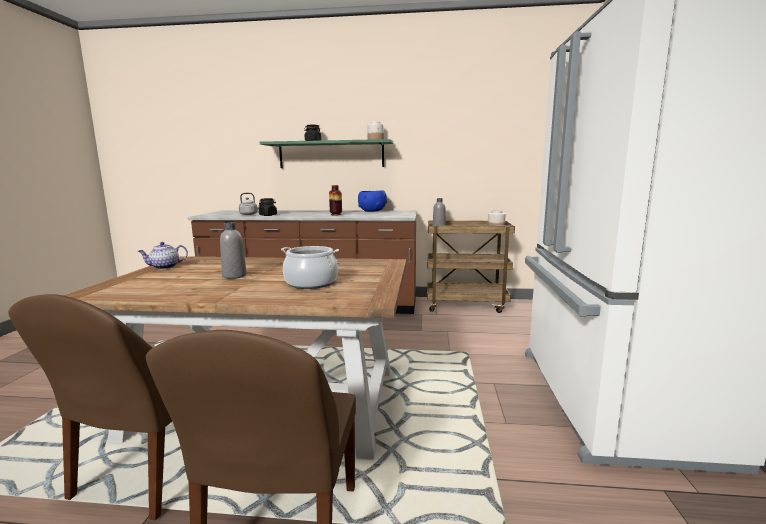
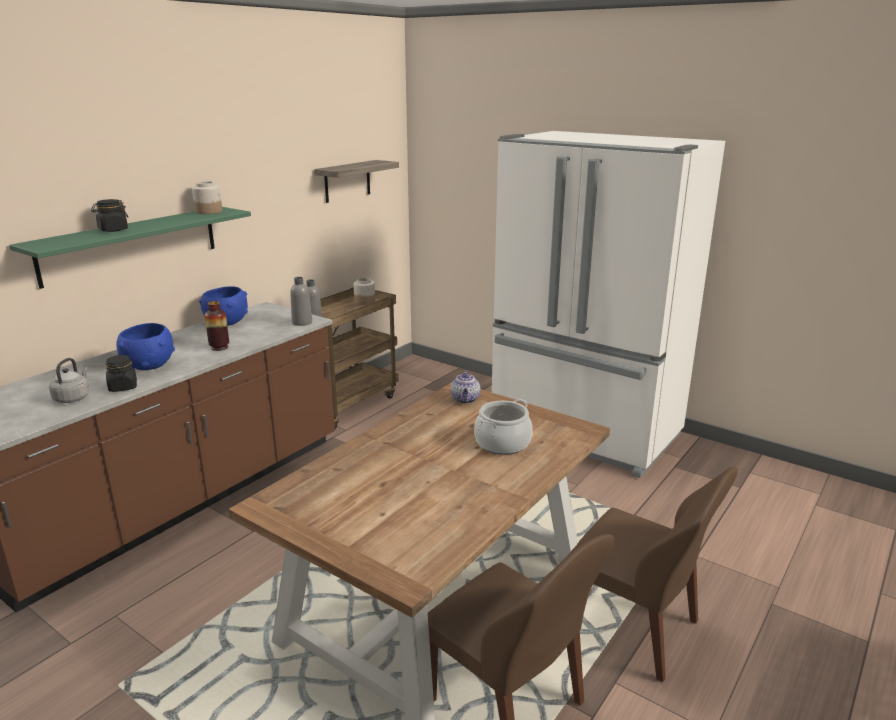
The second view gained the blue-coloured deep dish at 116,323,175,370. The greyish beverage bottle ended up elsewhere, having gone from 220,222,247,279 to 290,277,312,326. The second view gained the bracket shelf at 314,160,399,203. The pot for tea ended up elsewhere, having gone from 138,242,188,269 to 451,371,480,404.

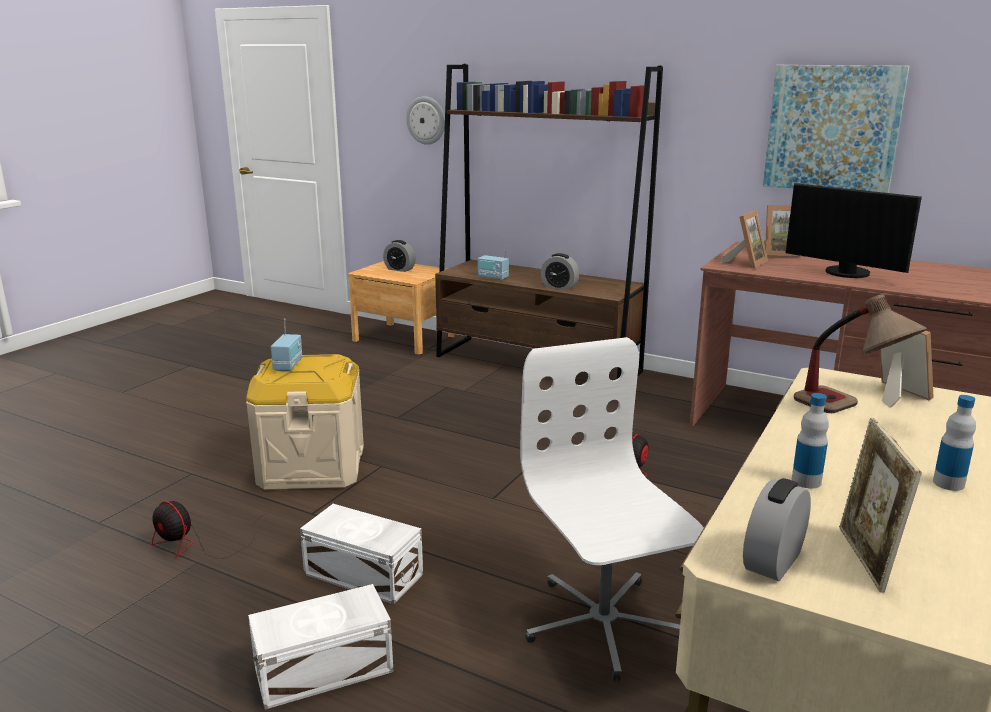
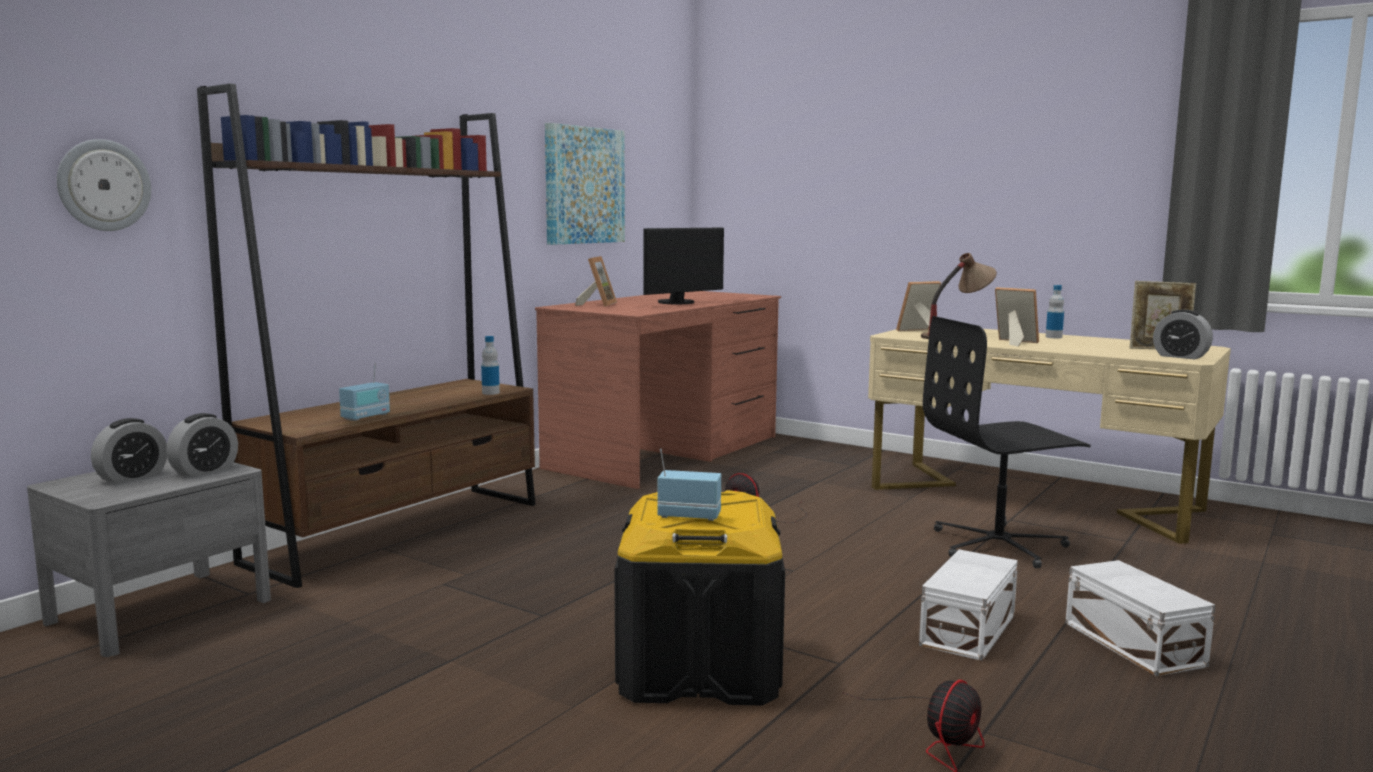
What was the brown night table at 348,261,454,355 turned into the greyish night table at 27,457,271,657. The table clock ended up elsewhere, having gone from 541,253,579,290 to 166,413,238,477. The beverage bottle ended up elsewhere, having gone from 792,393,829,489 to 481,336,500,395. What was the beige-coloured storage bin at 246,354,364,490 turned into the black-coloured storage bin at 614,490,785,706. What was the white computer chair at 520,337,704,681 turned into the black-coloured computer chair at 923,316,1091,568. The standing frame ended up elsewhere, having gone from 721,210,768,269 to 995,287,1039,346.

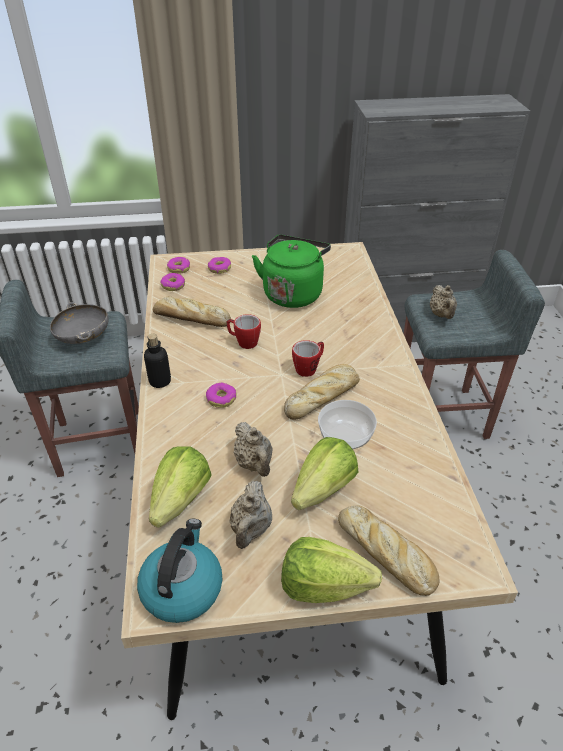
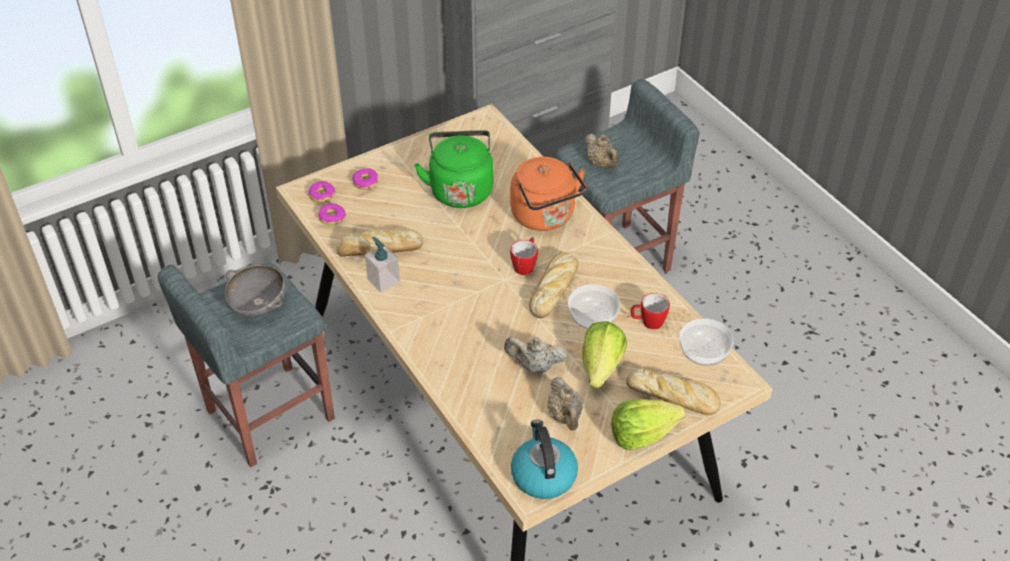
The second view gained the soap dispenser at 365,237,400,293. The beige-coloured pot for tea at 234,422,273,477 ended up facing another way, 150 degrees clockwise from before. The second view gained the orange-coloured kettle at 510,157,587,231. The coffee mug ended up elsewhere, having gone from 227,314,261,349 to 631,293,670,329. The second view gained the deep dish at 680,318,734,366. The second view lost the beverage bottle at 144,334,171,388. The second view lost the lettuce at 149,446,212,528. The second view lost the donut at 206,383,236,408.

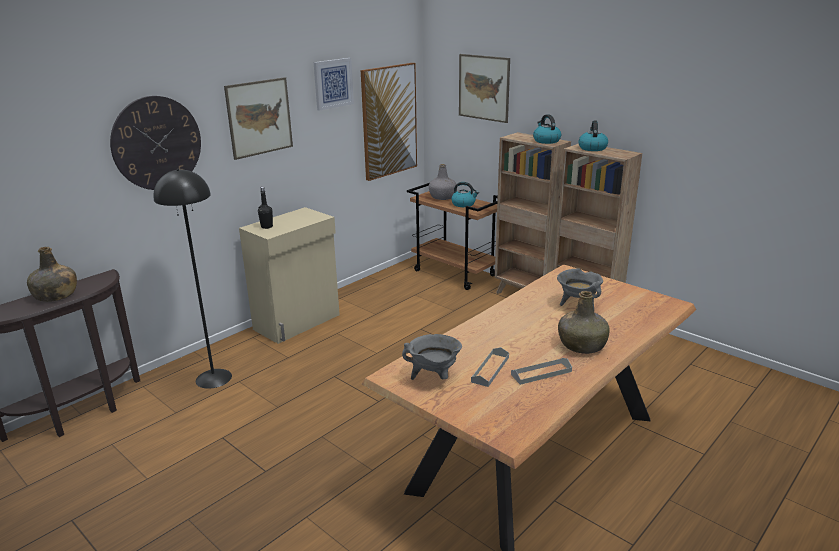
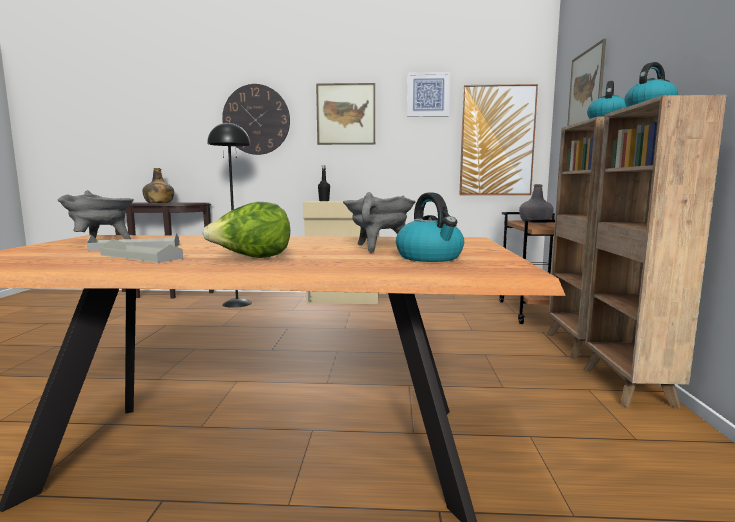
Where the green-coloured beverage bottle stood at 558,291,610,354, the lettuce came to stand at 202,202,290,258. The kettle ended up elsewhere, having gone from 451,182,479,207 to 396,193,464,262.

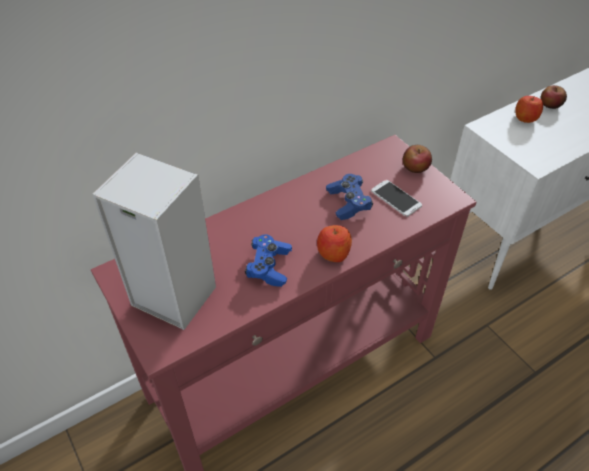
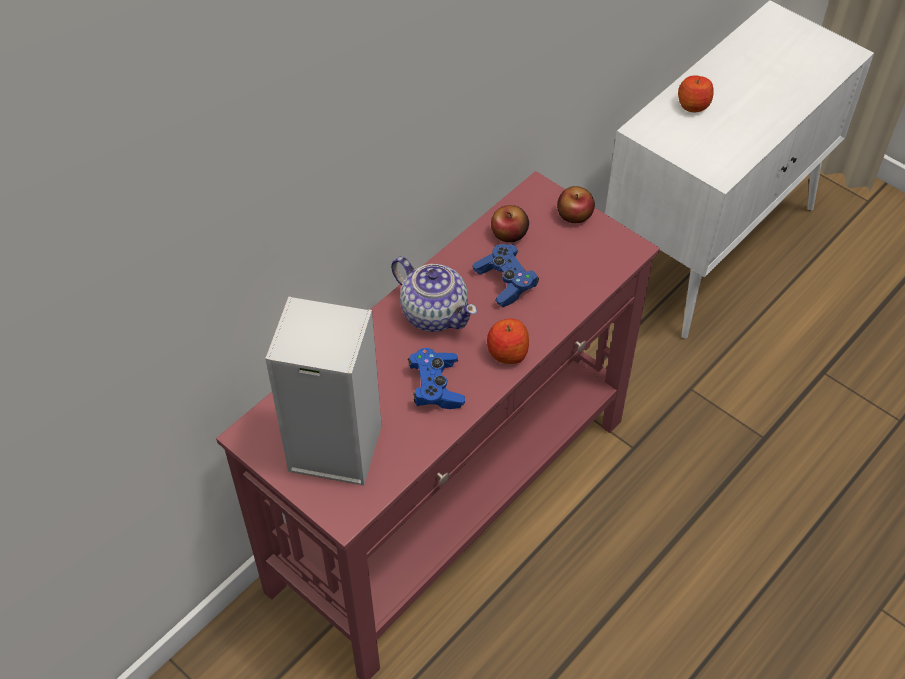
The second view gained the pot for tea at 391,257,477,332. The whole apple ended up elsewhere, having gone from 541,85,567,109 to 491,205,529,242. The second view lost the phone at 371,180,422,217.

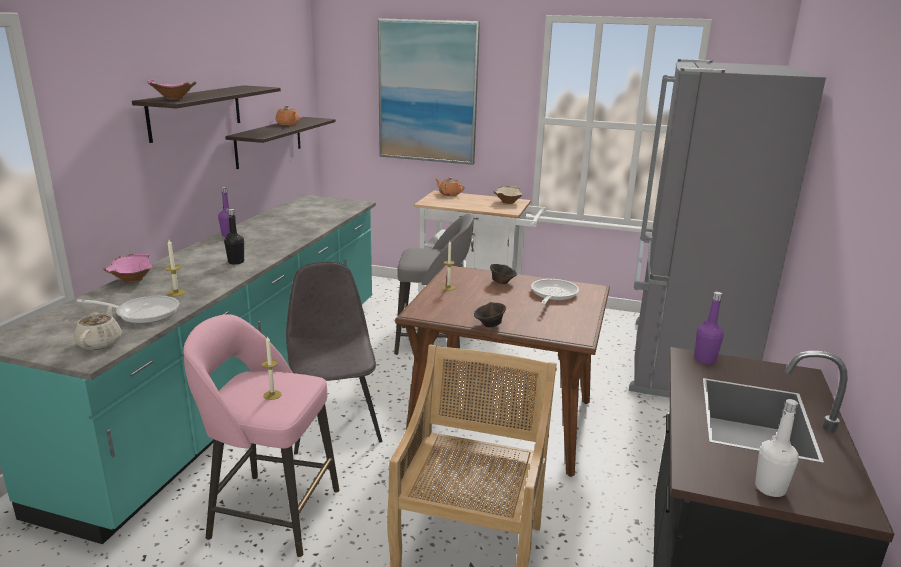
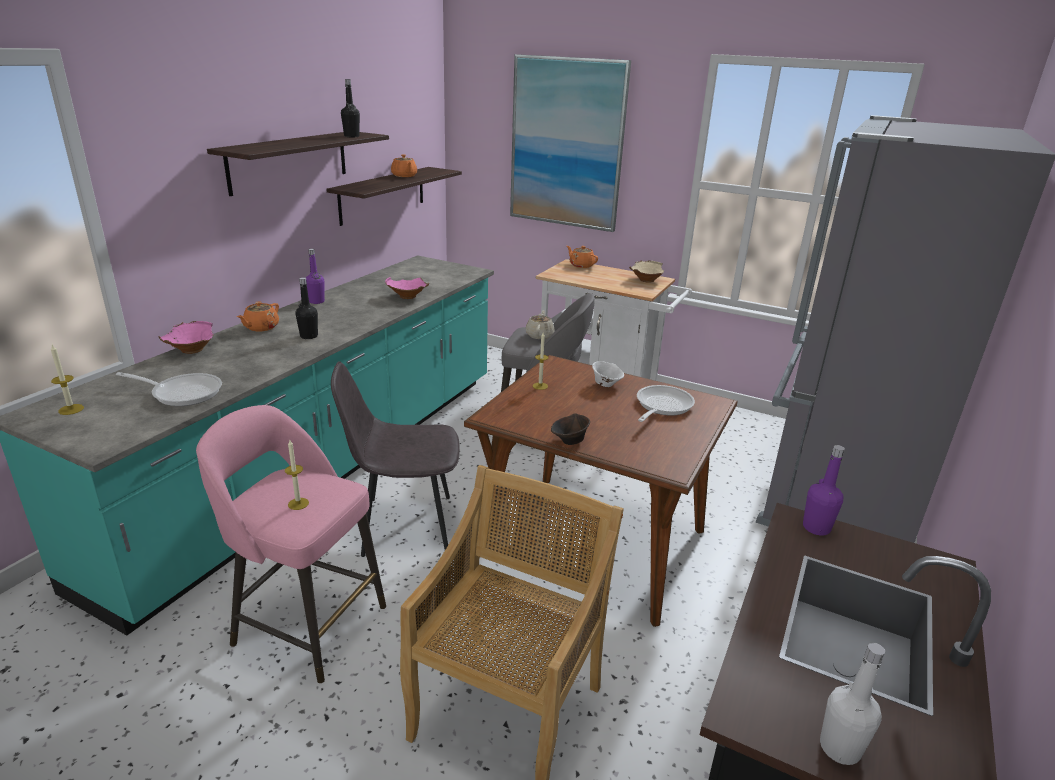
The wax light ended up elsewhere, having gone from 165,240,186,297 to 51,345,84,415. The second view gained the orange-coloured pot for tea at 237,301,279,332. The greyish upright chair at 286,262,382,455 ended up facing another way, 90 degrees counterclockwise from before. The second view gained the black-coloured beverage bottle at 341,79,360,137. The pinkish deep dish ended up elsewhere, having gone from 147,79,196,100 to 385,277,429,299. The beige-coloured pot for tea ended up elsewhere, having gone from 74,305,122,350 to 526,310,555,339. What was the brown deep dish at 490,264,517,284 turned into the white deep dish at 592,361,624,387.

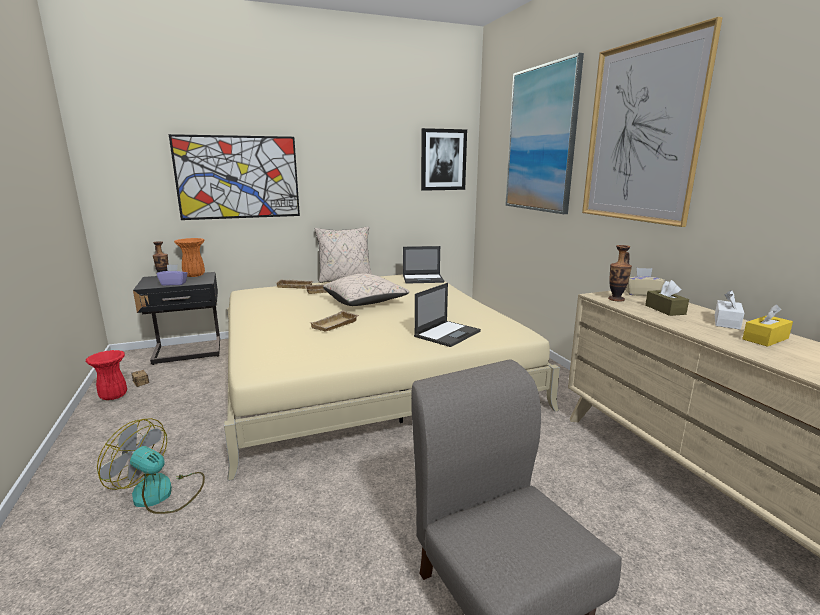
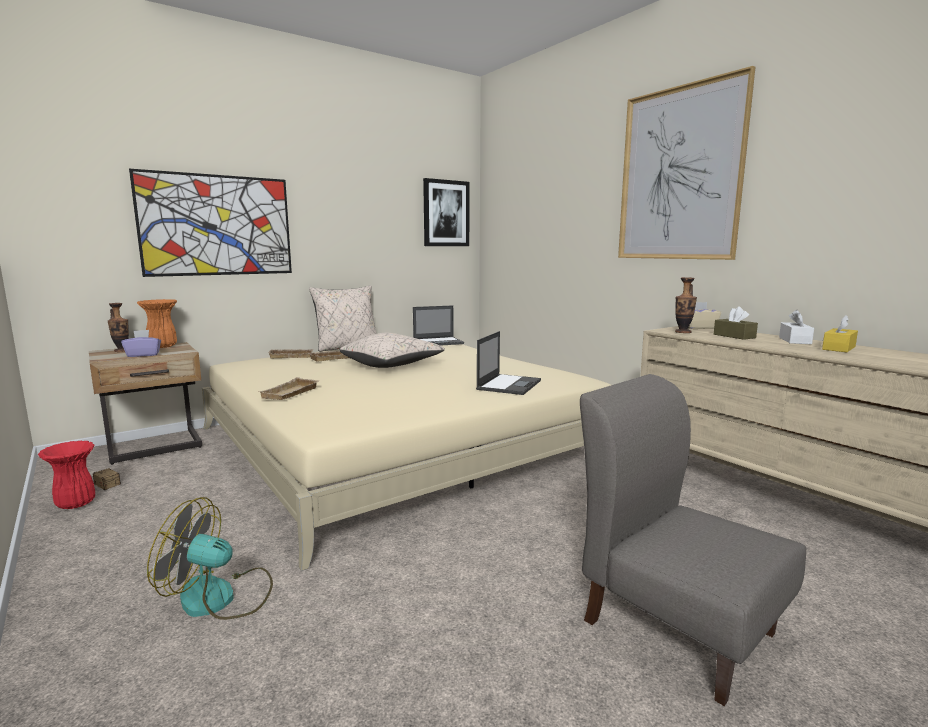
What was the black-coloured night table at 133,272,220,365 turned into the beige-coloured night table at 89,342,202,465. The beige-coloured serving tray ended up elsewhere, having gone from 311,310,359,332 to 259,377,319,400. The second view lost the wall picture at 505,53,584,214.

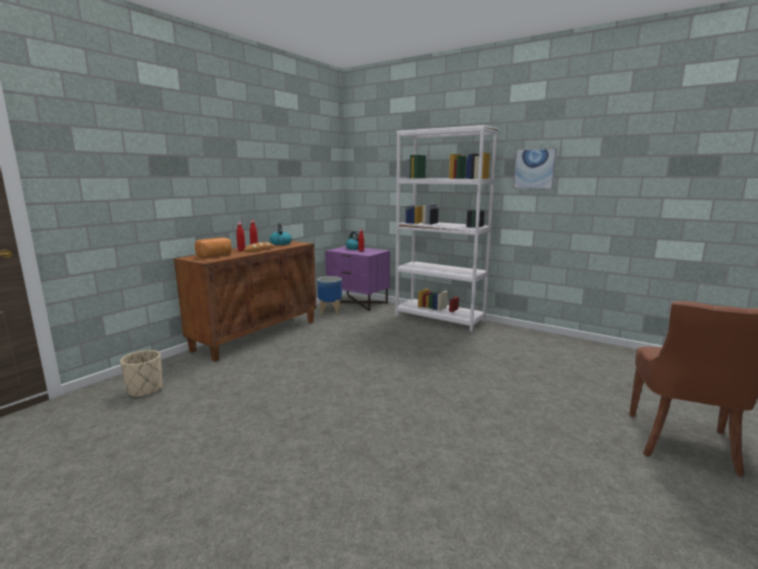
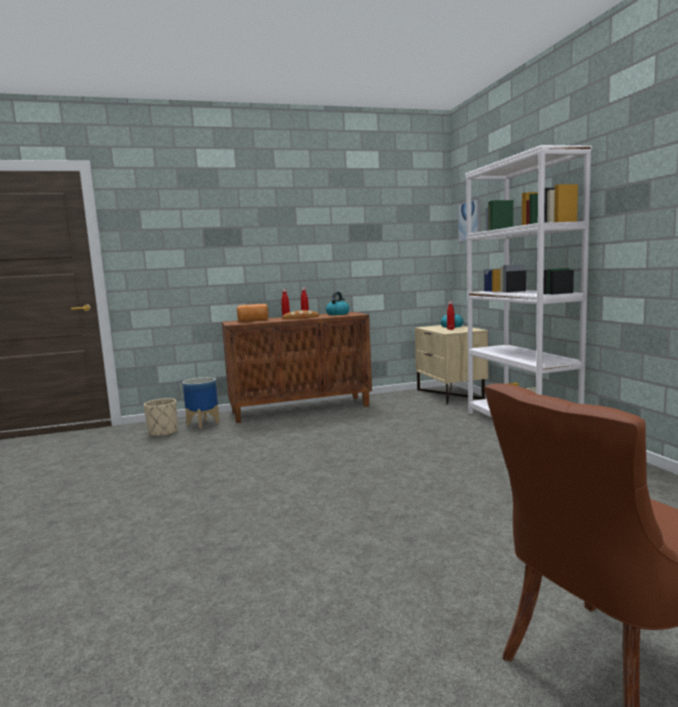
The planter ended up elsewhere, having gone from 317,276,342,314 to 183,377,220,429. What was the purple-coloured night table at 325,246,390,311 turned into the beige-coloured night table at 415,325,488,405. The wall picture ended up elsewhere, having gone from 513,148,557,190 to 458,198,481,243.

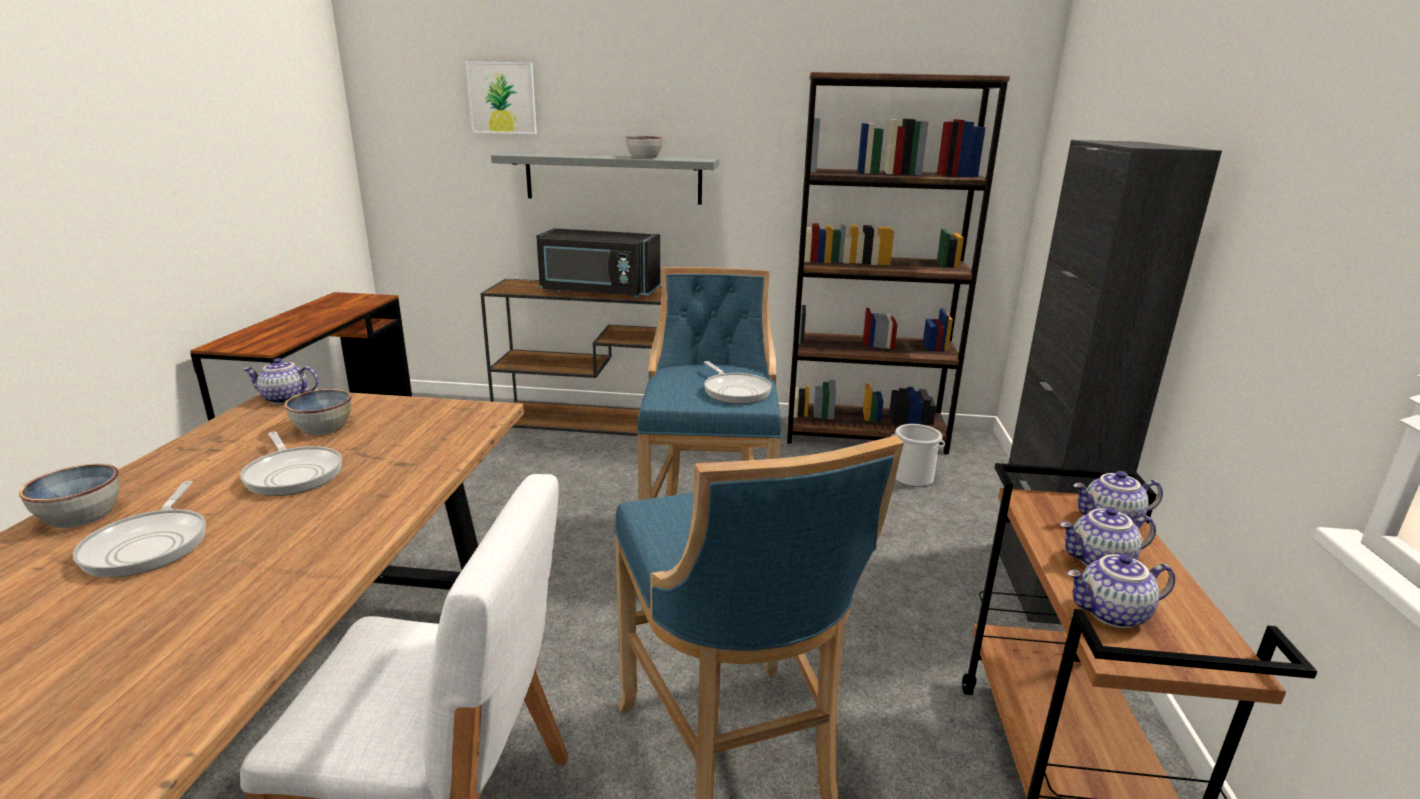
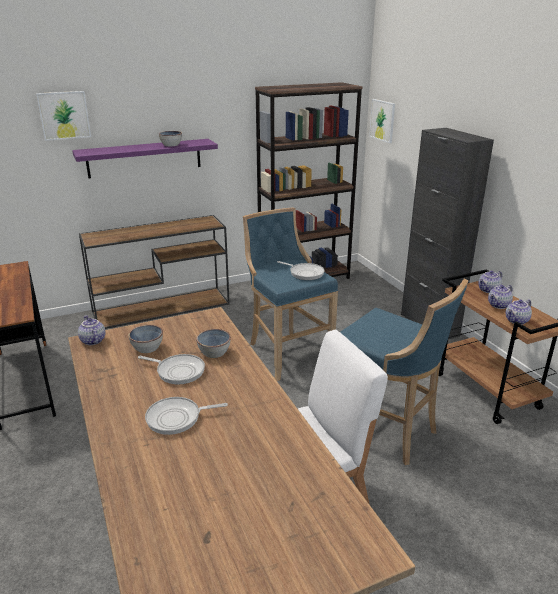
What was the greyish bracket shelf at 491,152,719,205 turned into the purple-coloured bracket shelf at 72,139,218,178. The pot for tea at 243,358,319,404 ended up facing another way, 90 degrees clockwise from before. The frying pan at 73,481,206,577 ended up facing another way, 120 degrees clockwise from before. The deep dish ended up elsewhere, having gone from 18,464,120,528 to 196,329,231,358. The second view gained the wall picture at 369,99,395,143. The second view lost the black-coloured microwave oven at 536,228,660,298. The second view lost the bucket at 891,424,945,487.

